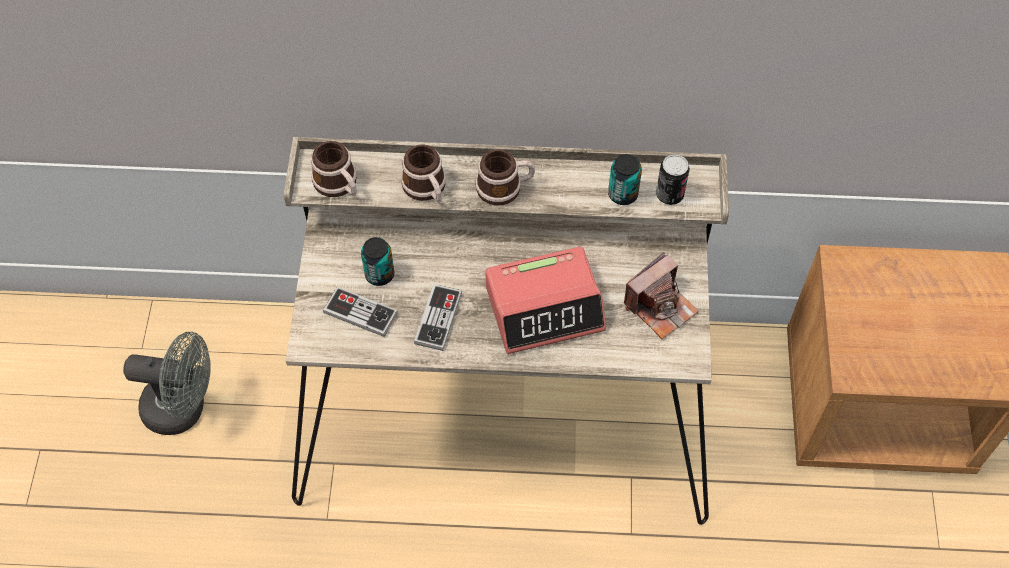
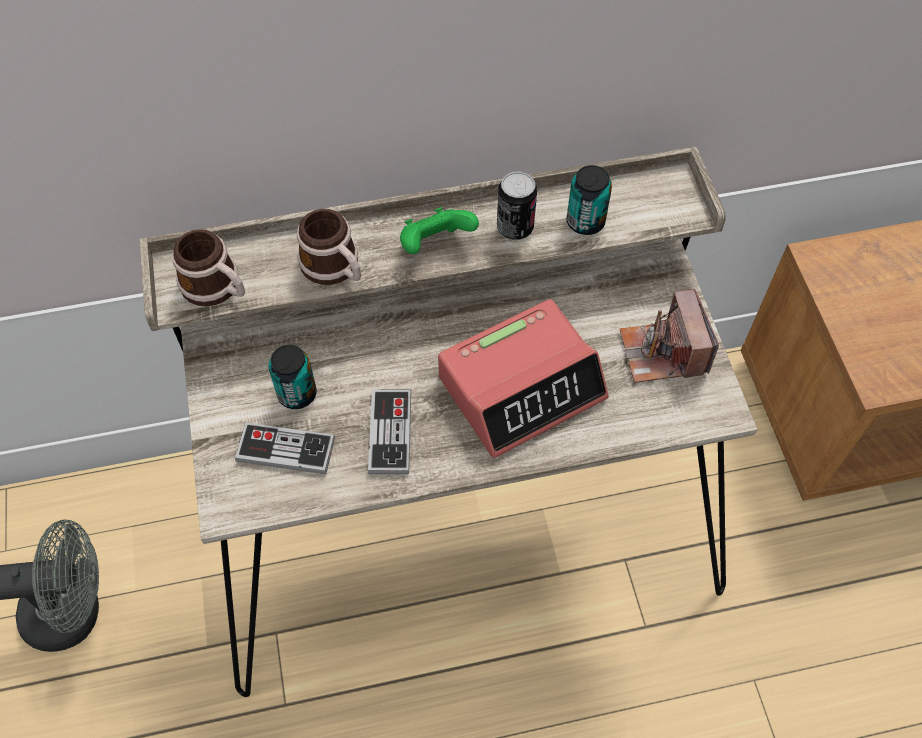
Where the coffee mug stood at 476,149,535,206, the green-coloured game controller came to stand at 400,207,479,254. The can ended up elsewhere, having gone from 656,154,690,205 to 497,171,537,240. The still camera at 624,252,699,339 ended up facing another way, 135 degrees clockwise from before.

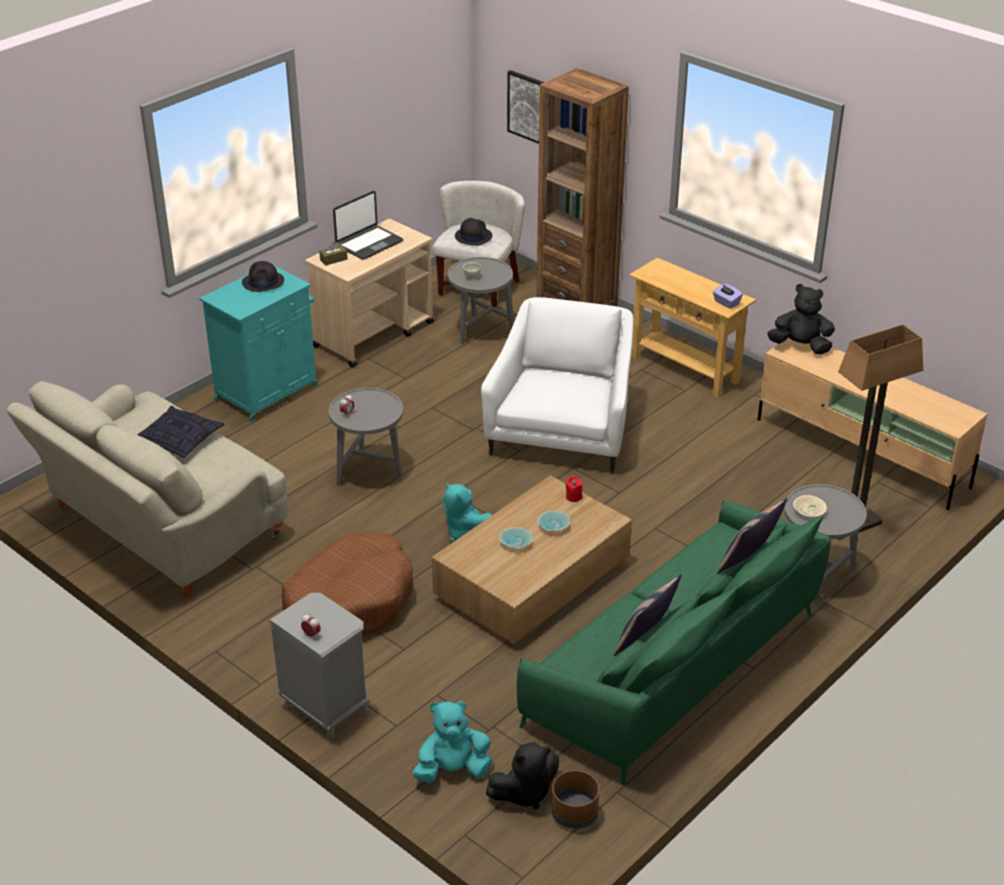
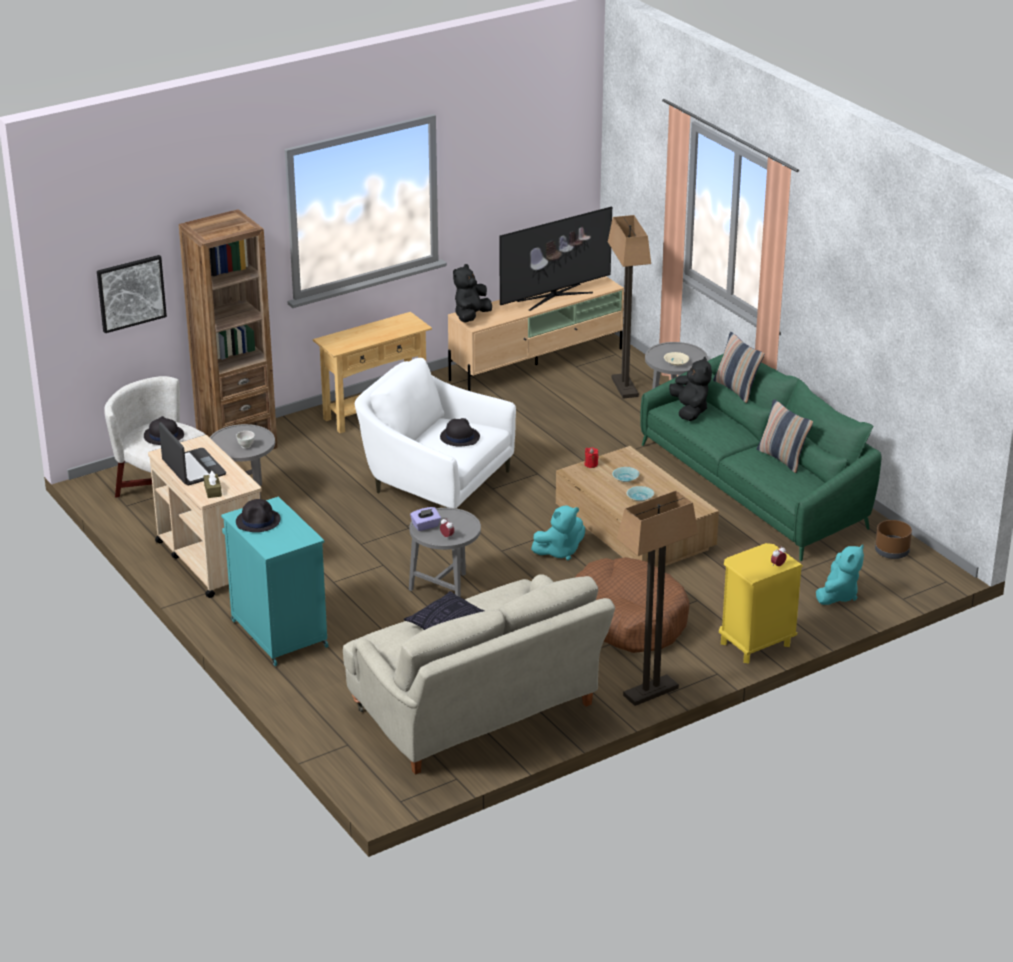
The purple-coloured box of tissues ended up elsewhere, having gone from 713,283,743,309 to 410,507,441,531. The second view gained the black-coloured hat at 440,418,480,446. The second view gained the TV set at 500,207,612,311. The second view gained the floor lamp at 617,491,698,706. The black-coloured plush toy ended up elsewhere, having gone from 486,742,559,809 to 669,356,712,421. What was the greyish night table at 269,593,369,738 turned into the yellowish night table at 719,543,803,663. The turquoise-coloured plush toy at 412,701,492,783 ended up facing another way, 150 degrees counterclockwise from before.

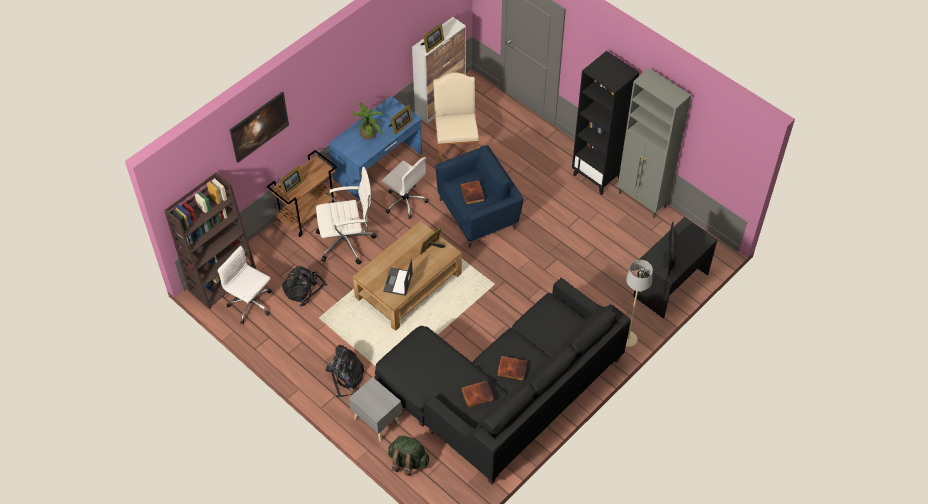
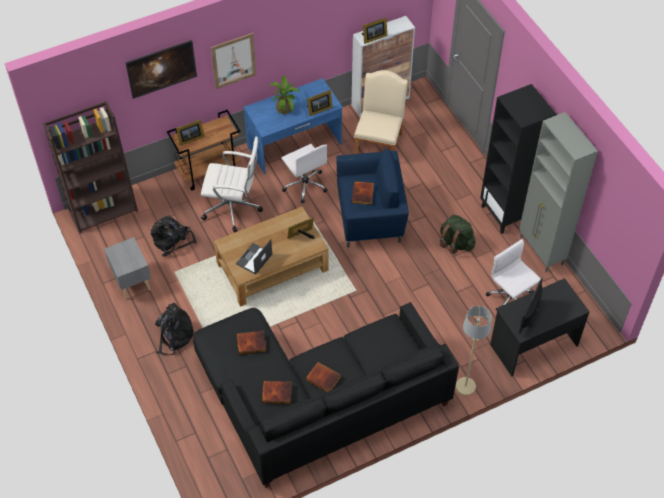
The greyish night table ended up elsewhere, having gone from 349,377,402,442 to 104,237,151,300. The second view gained the wall picture at 211,33,256,89. The second view gained the bound book at 237,331,266,355. The green-coloured backpack ended up elsewhere, having gone from 388,436,429,476 to 440,214,476,254. The white computer chair ended up elsewhere, having gone from 218,246,272,324 to 486,239,541,315.

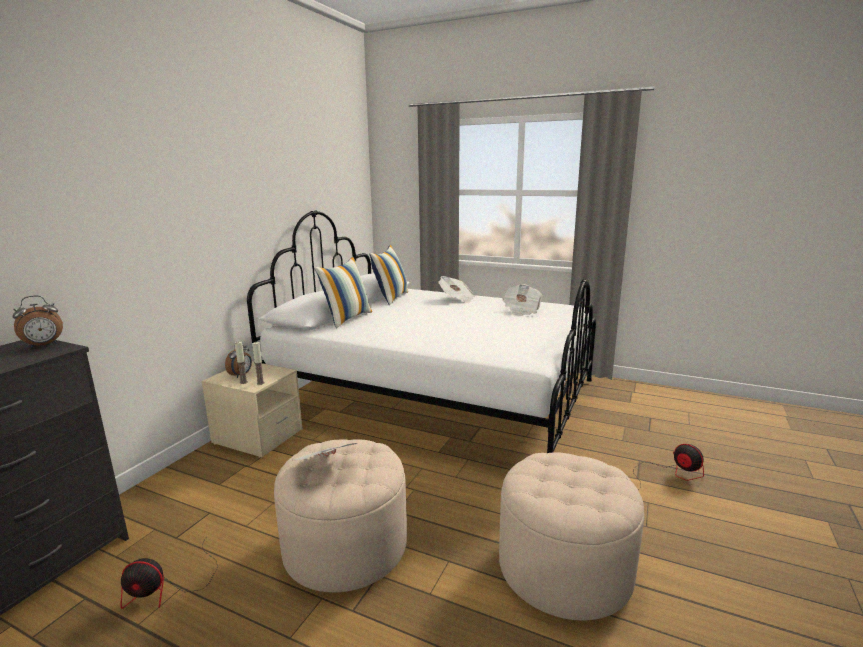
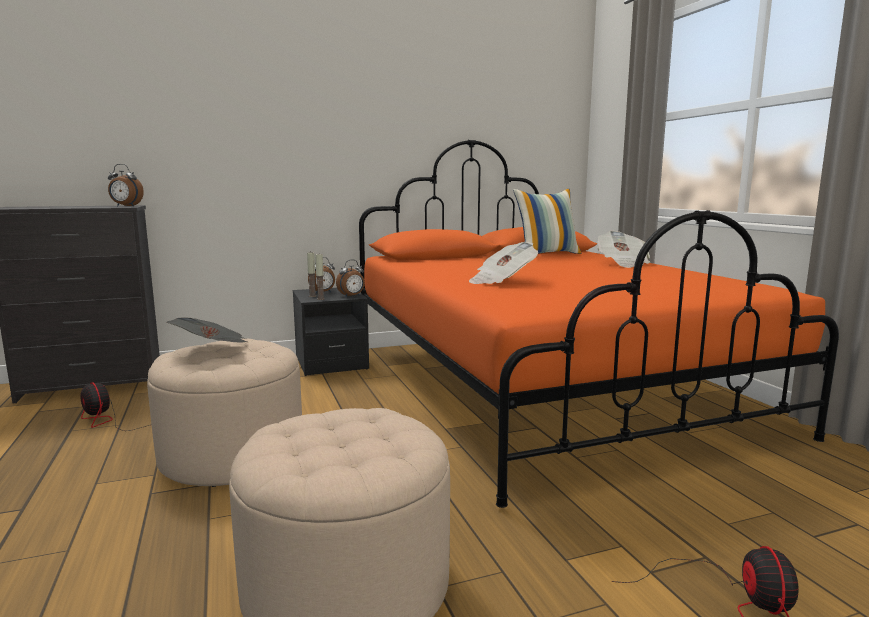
What was the beige-coloured night table at 201,361,302,458 turned into the black-coloured night table at 293,288,369,376. The second view gained the table clock at 336,259,365,297. What was the white bedroom bed at 247,210,596,453 turned into the orange-coloured bedroom bed at 359,140,839,508. The newspaper ended up elsewhere, having gone from 503,284,542,316 to 469,242,538,284. The second view lost the pillow at 314,257,372,328.

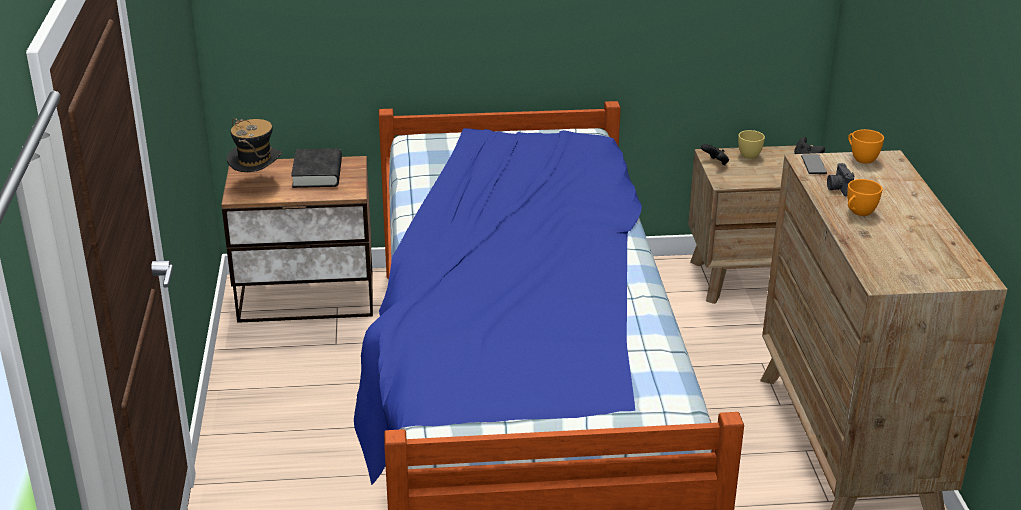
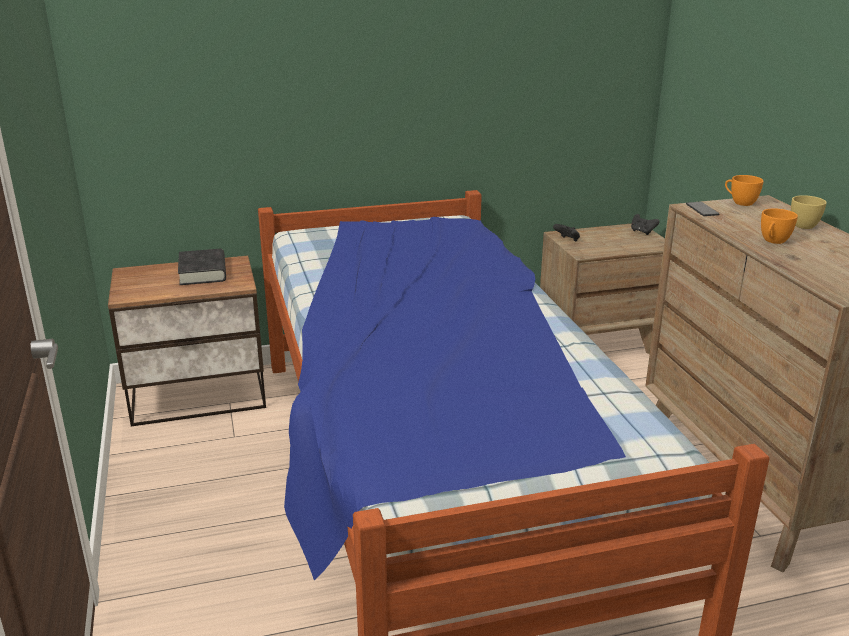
The yellowish small cup ended up elsewhere, having gone from 738,130,765,159 to 791,195,827,229. The second view lost the hat at 227,118,282,172. The second view lost the still camera at 827,163,854,196.

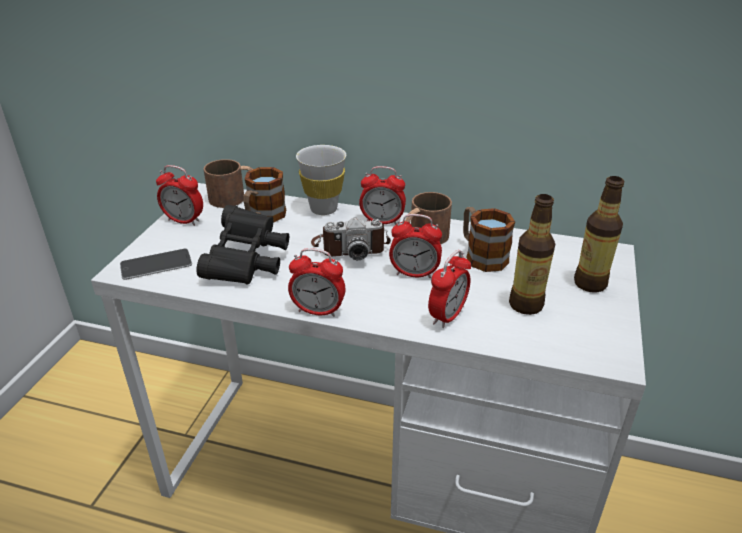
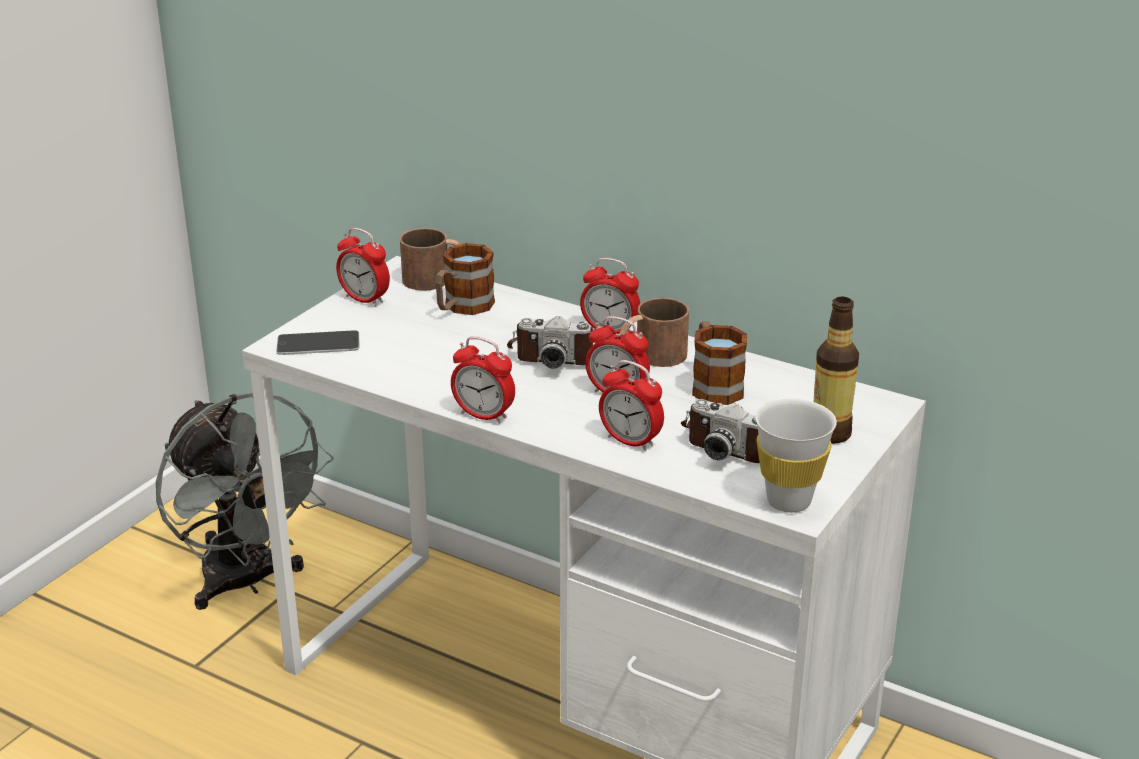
The second view gained the greyish electric fan at 156,393,334,610. The table clock at 428,250,471,328 ended up facing another way, 75 degrees clockwise from before. Where the beverage bottle stood at 509,194,555,315, the still camera came to stand at 681,399,760,463. The white small cup ended up elsewhere, having gone from 296,145,346,215 to 755,399,837,513. The second view lost the black-coloured binoculars at 196,205,289,285.

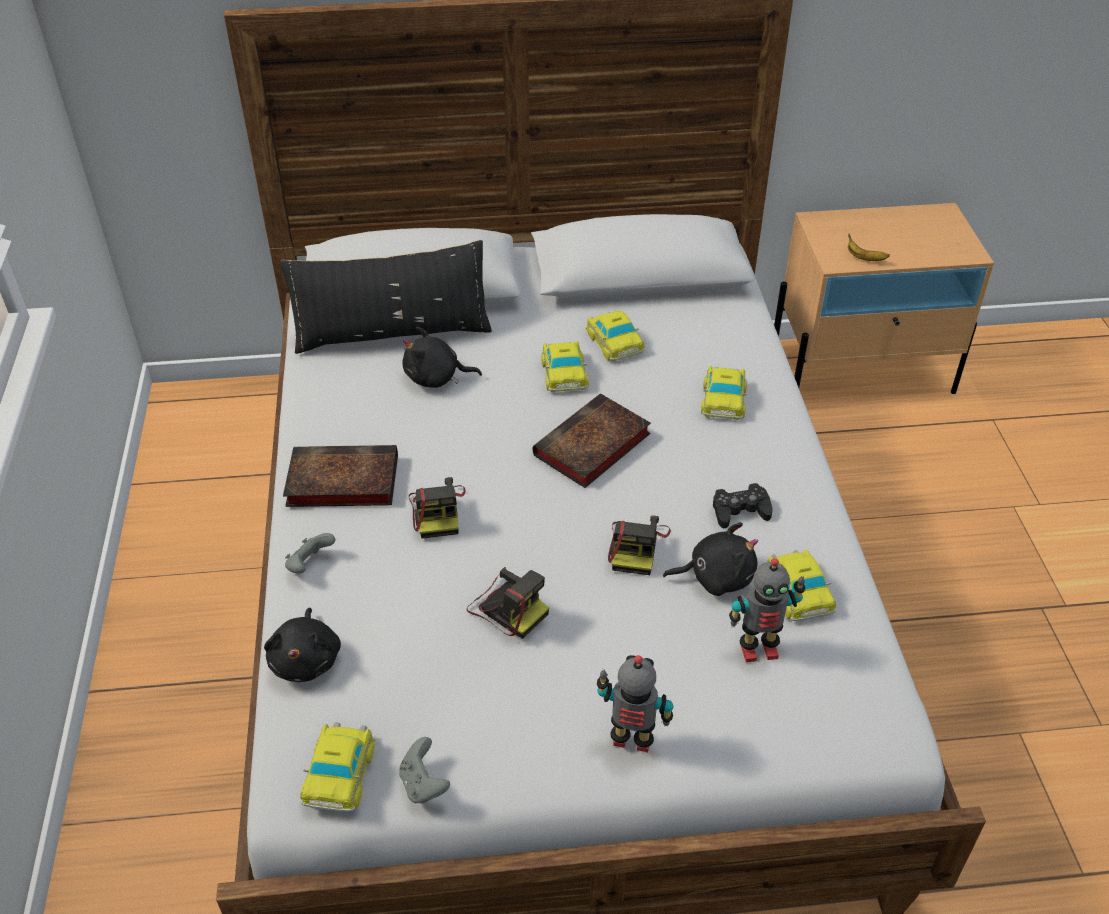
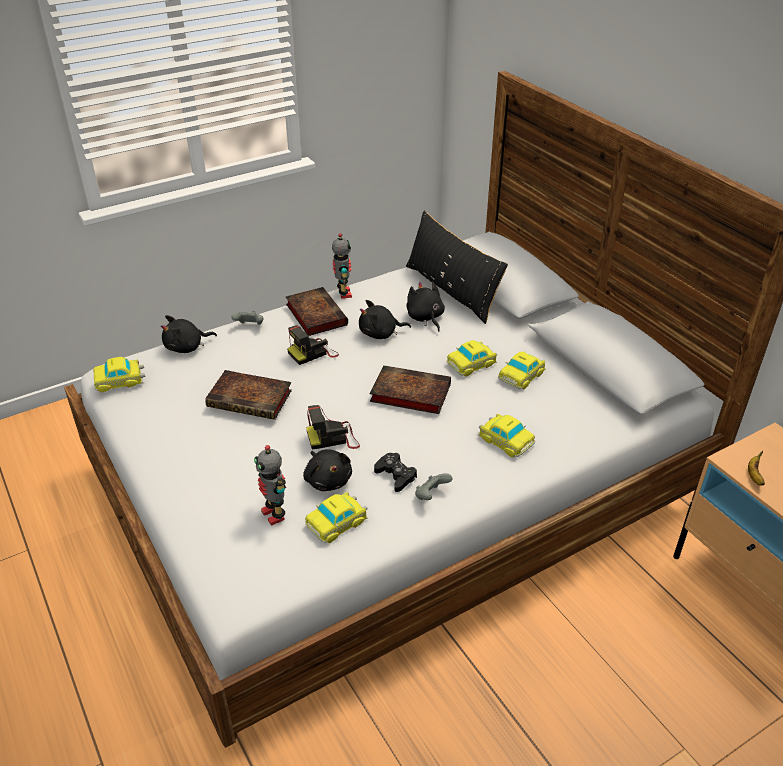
Where the still camera stood at 467,567,549,639, the bound book came to stand at 205,370,292,420. The robot figure ended up elsewhere, having gone from 597,655,673,752 to 332,233,352,299. The second view gained the black-coloured plush toy at 359,300,411,339. The greyish game controller ended up elsewhere, having gone from 399,737,450,803 to 415,473,452,500. The model car at 701,366,747,420 ended up facing another way, 120 degrees counterclockwise from before.

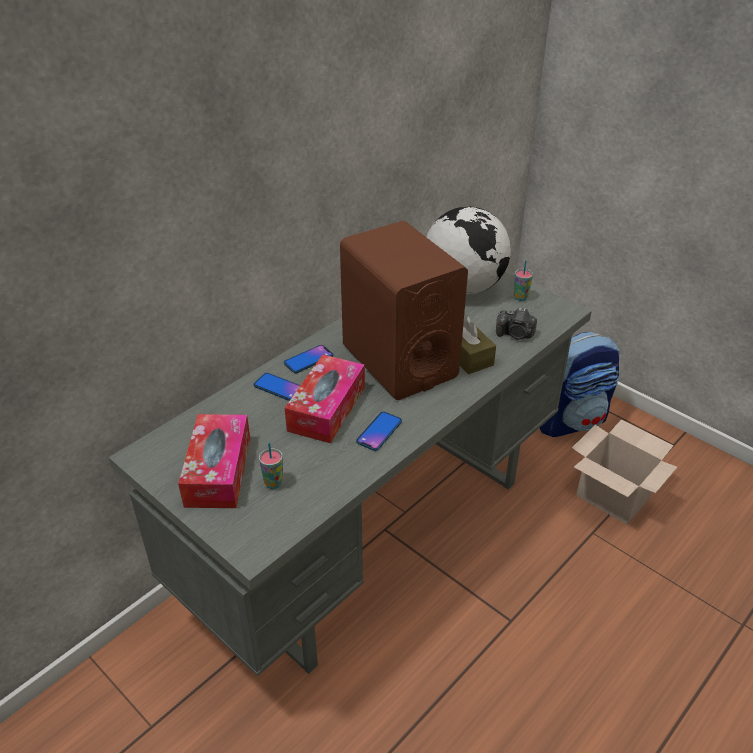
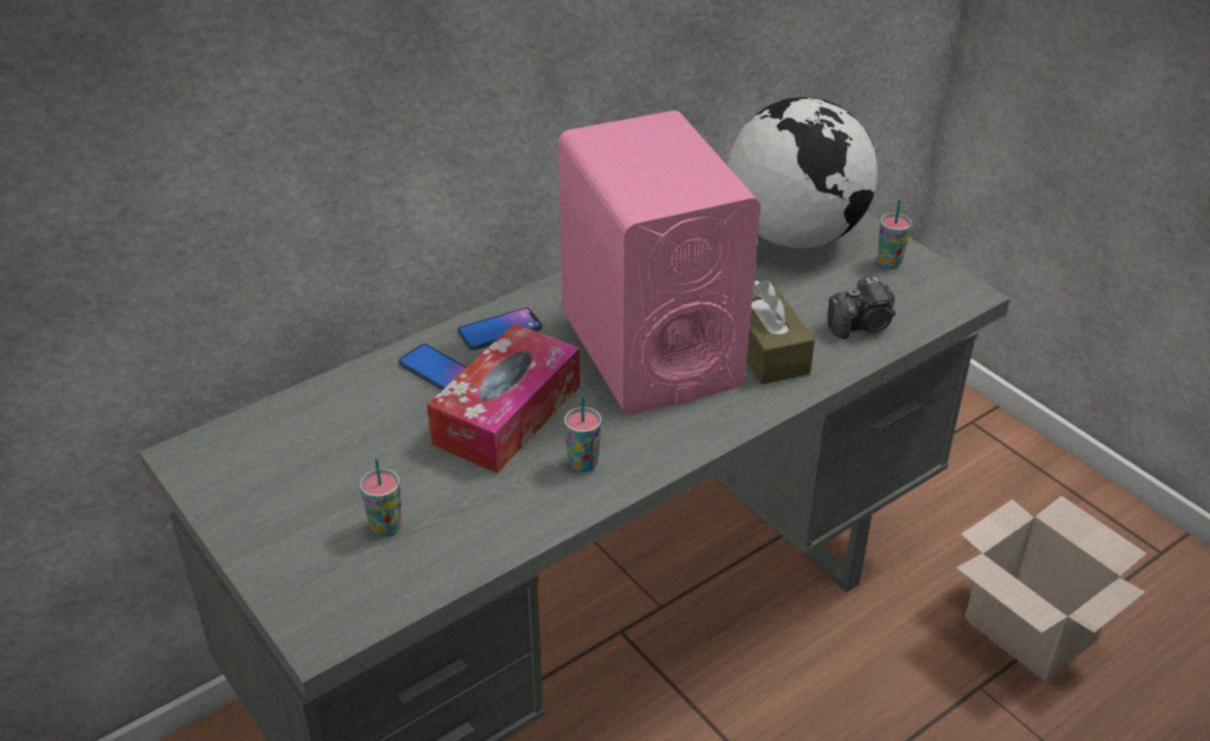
What was the brown speaker at 340,221,468,400 turned into the pinkish speaker at 558,110,761,415. Where the phone stood at 356,411,402,451, the small cup came to stand at 564,395,602,473. The still camera at 496,307,537,339 ended up facing another way, 45 degrees counterclockwise from before. The second view lost the box of tissues at 178,414,250,508. The second view lost the backpack at 540,332,619,437.

